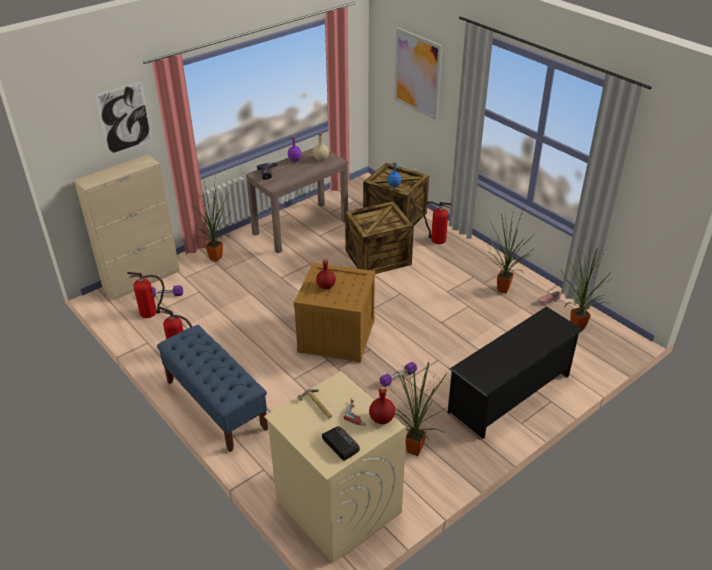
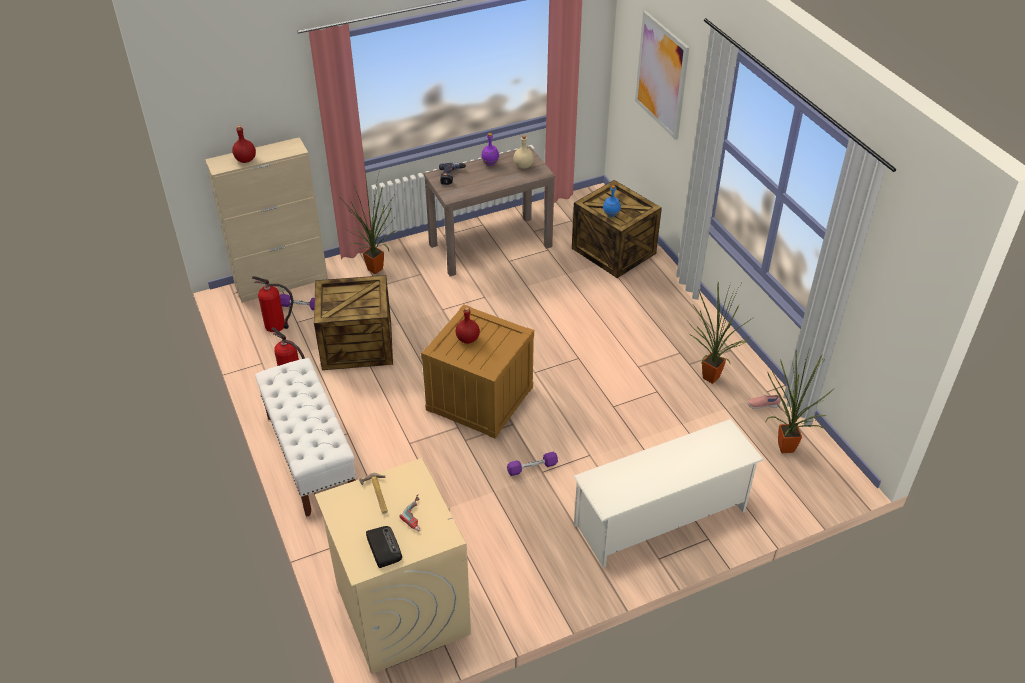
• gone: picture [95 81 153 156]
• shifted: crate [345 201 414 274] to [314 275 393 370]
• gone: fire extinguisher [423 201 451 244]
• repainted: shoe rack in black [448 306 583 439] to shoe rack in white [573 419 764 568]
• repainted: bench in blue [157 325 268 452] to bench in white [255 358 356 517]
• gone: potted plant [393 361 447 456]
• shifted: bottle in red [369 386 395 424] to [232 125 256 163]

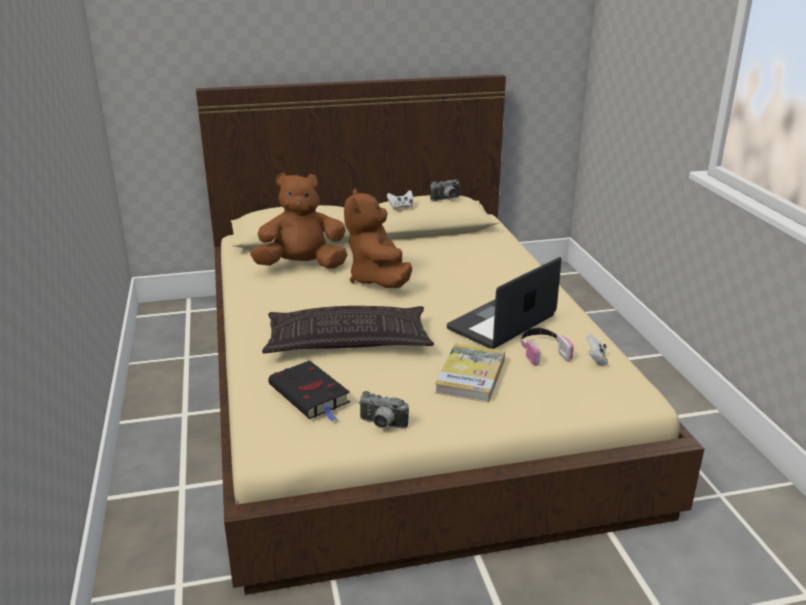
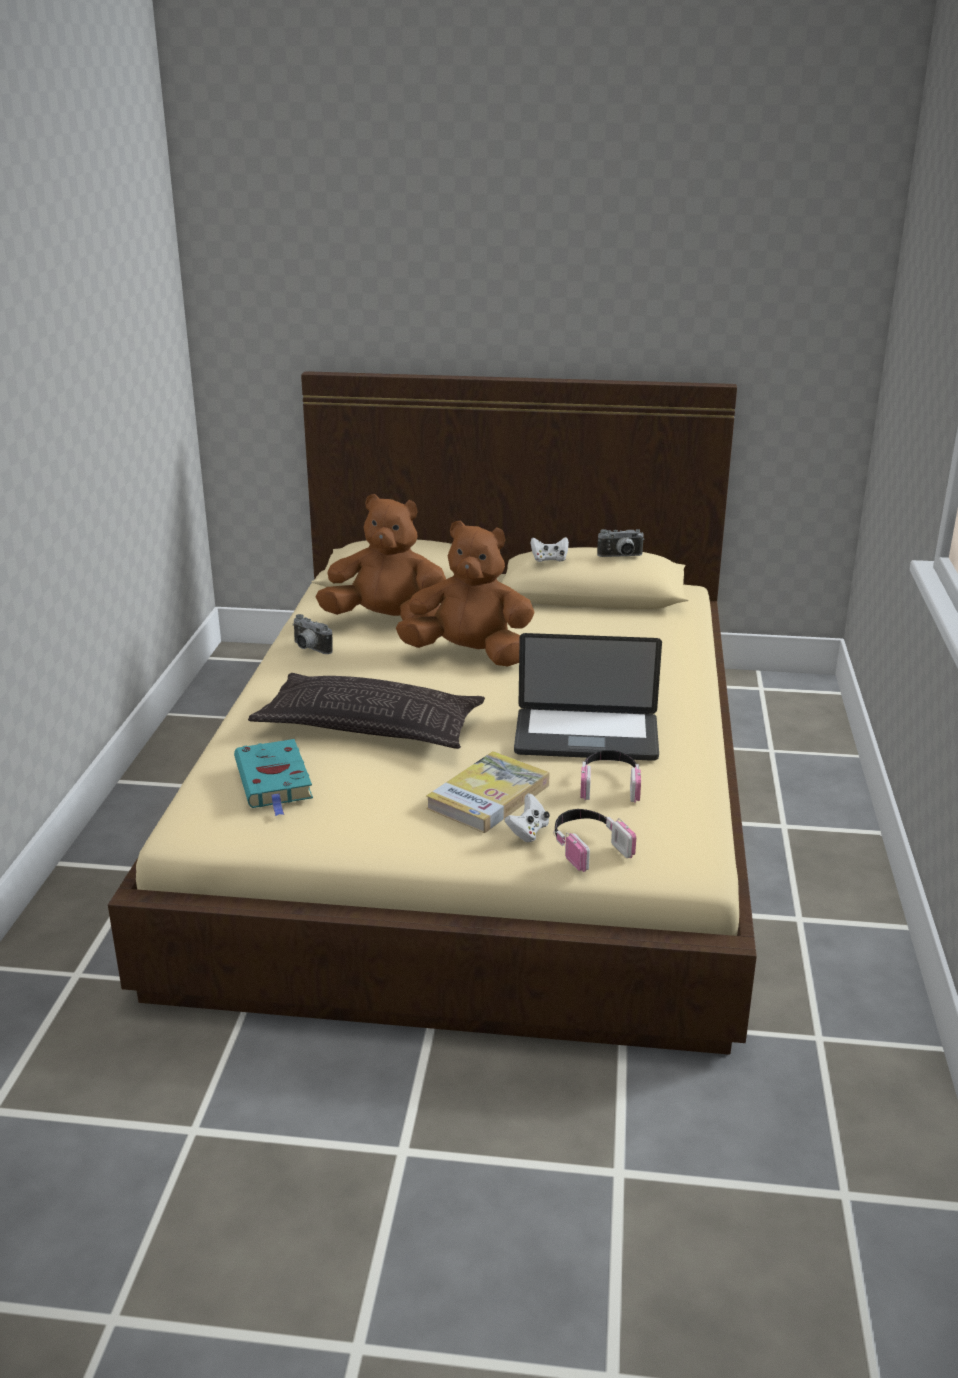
• rotated: plush toy in brown [344 188 412 288] = [396 521 535 667] 90 degrees clockwise
• rotated: laptop [447 257 562 349] = [514 633 662 761] 150 degrees counterclockwise
• shifted: game controller in white [586 334 608 366] to [505 793 550 842]
• repainted: book in black [268 360 350 421] to book in turquoise [234 739 313 816]
• shifted: photo camera [359 391 409 429] to [292 614 332 654]
• new: headphones [554 809 636 872]

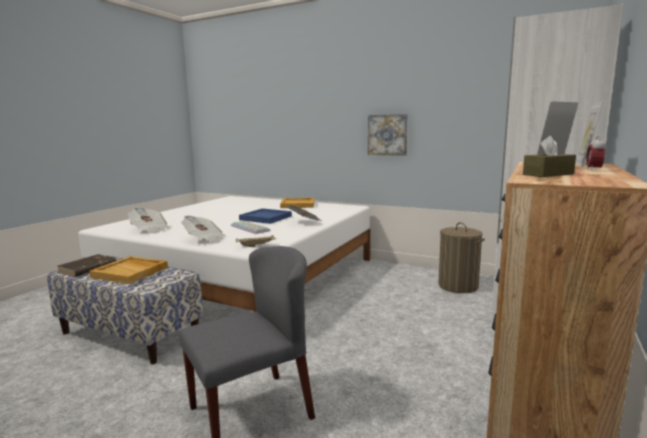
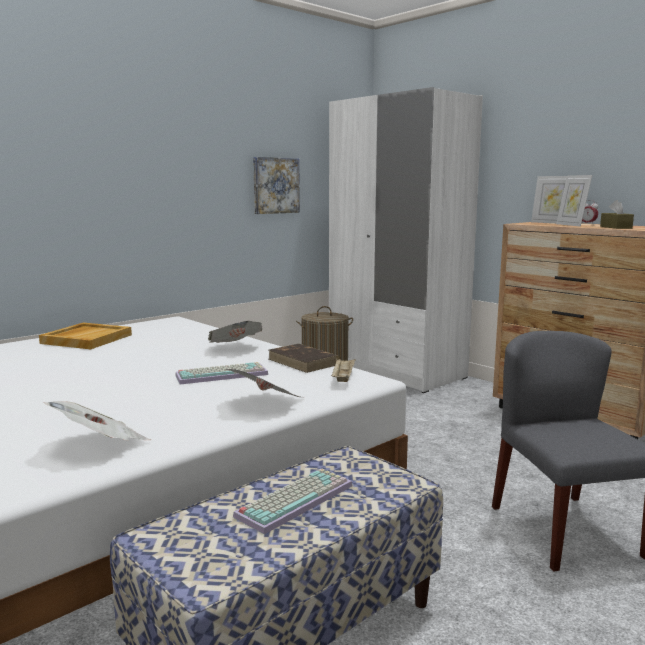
• shifted: picture [368 114 408 156] to [253 157 300 214]
• gone: tray in blue [239 208 292 224]
• shifted: book in brown [57 254 117 277] to [269 344 341 373]
• swapped: tray in beige [89 256 168 284] to keyboard [233 468 353 534]

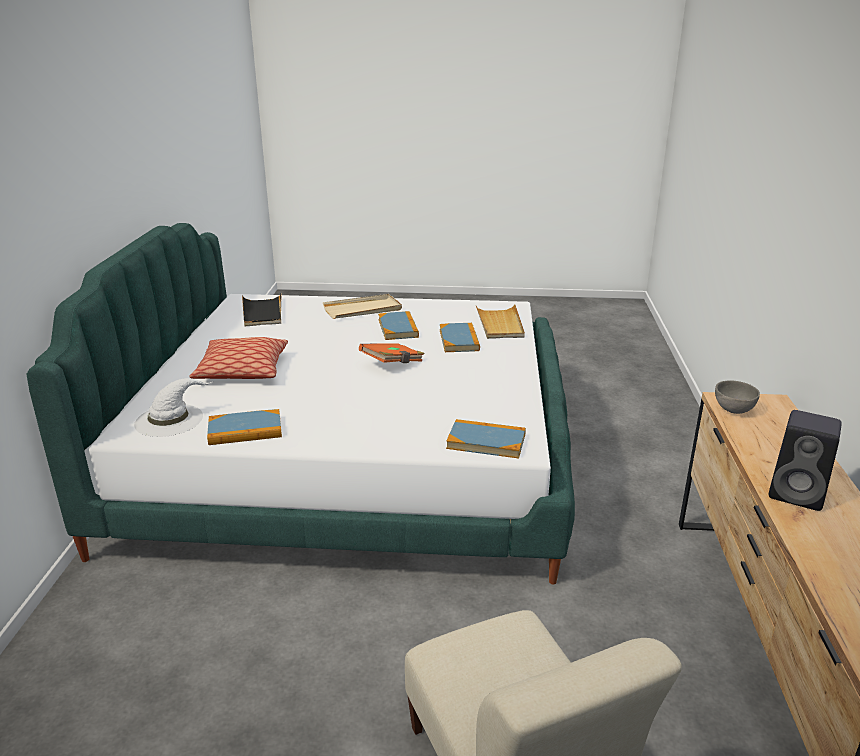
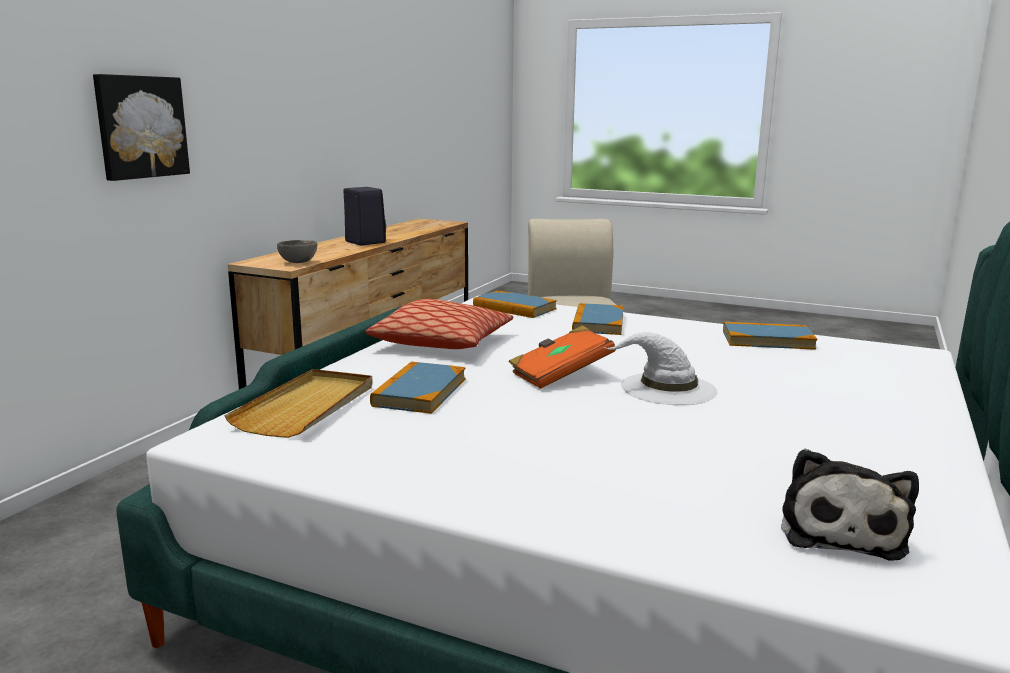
• swapped: tray in black [242 294 281 326] to plush toy [781 449 919 561]
• gone: tray in beige [323 294 402 319]
• shifted: book [378 311 419 340] to [572 303 624 335]
• shifted: pillow [190 337 288 379] to [366 299 513 349]
• shifted: hat in white [134 378 212 437] to [604 332 718 405]
• new: picture [93 74 190 181]

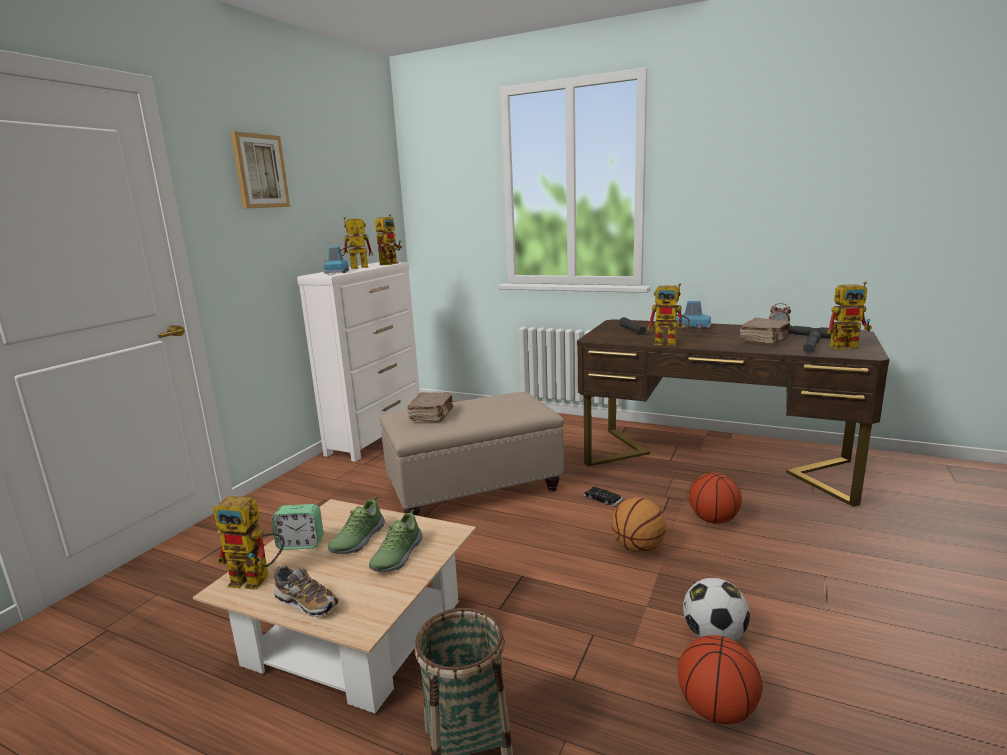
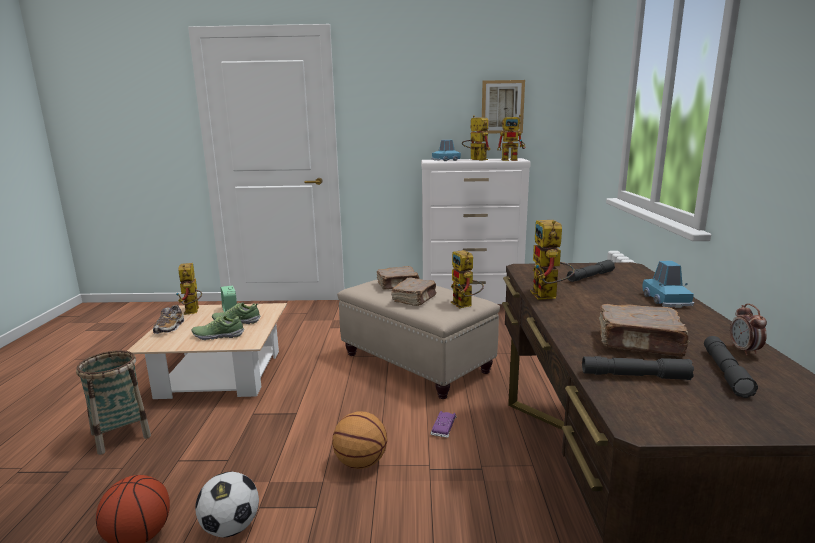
• shifted: picture [230 131 290 209] to [482 80 525 134]
• shifted: toy robot [827 281 872 350] to [451 250 484 308]
• gone: basketball [689 472 742 524]
• repainted: toy car in black [584 486 622 506] to toy car in purple [431 411 457 438]
• new: book in brown [391 277 436 306]

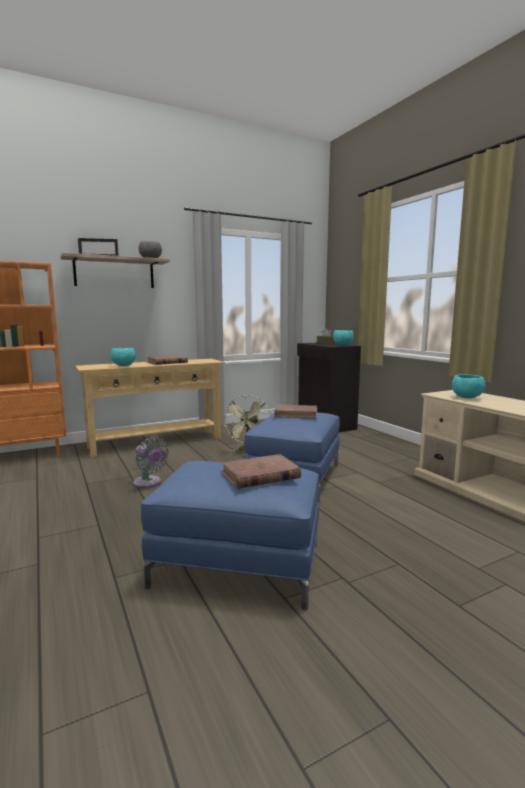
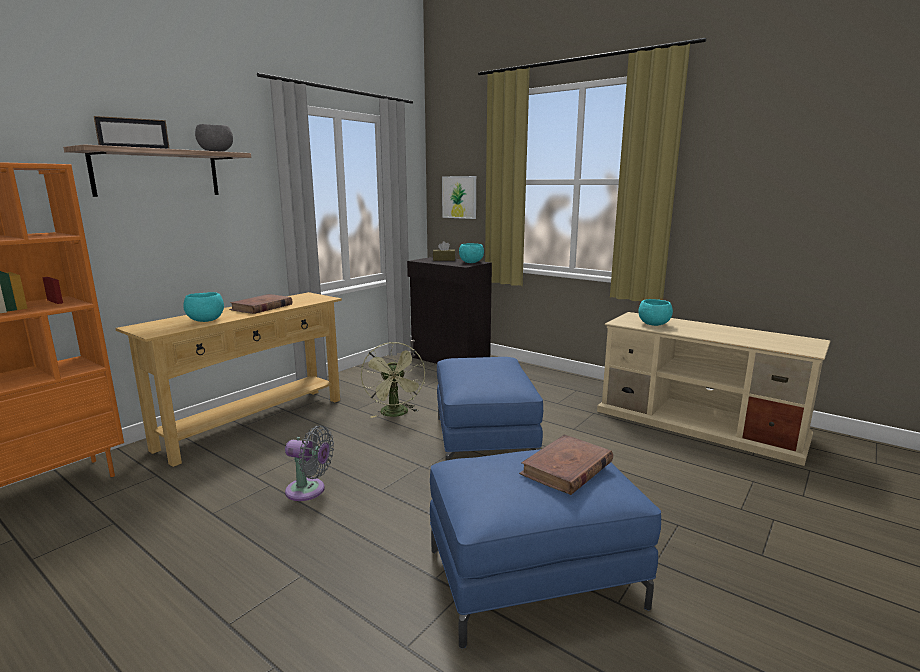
• gone: book in brown [274 404 318 419]
• new: picture [442 176 476 219]

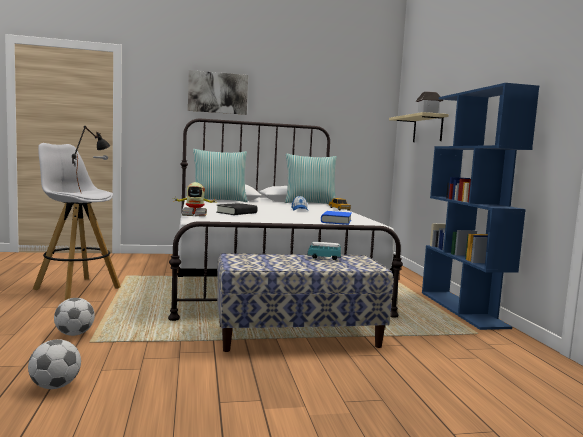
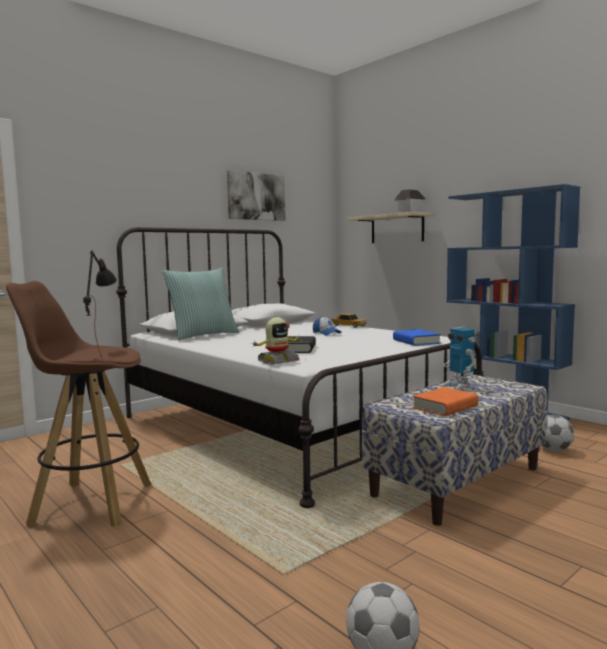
• shifted: picture [188 70 248 115] to [227 170 285 221]
• repainted: stool in white [33 143 121 300] to stool in brown [6 281 151 527]
• gone: pillow [285 154 337 204]
• swapped: toy car [307 242 341 260] to toy robot [443 328 476 390]
• shifted: football [54 298 95 336] to [541 415 574 451]
• new: book in orange [412 387 478 416]

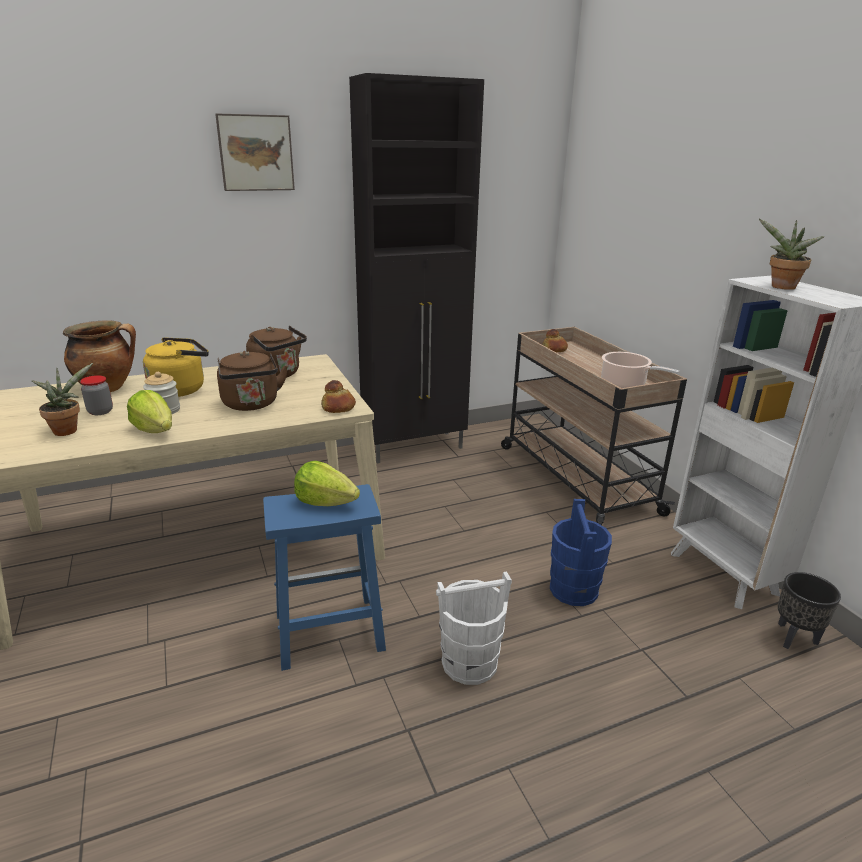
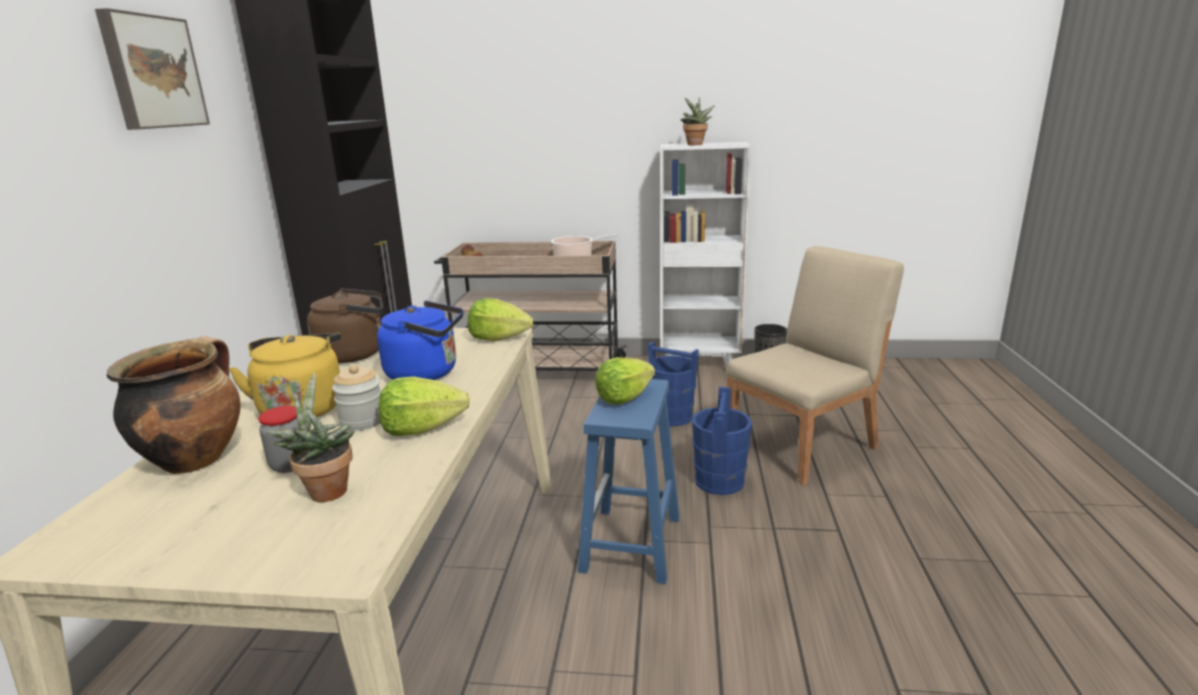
• repainted: kettle in brown [217 351 288 411] to kettle in blue [377 301 464 380]
• swapped: bread [321 380 356 413] to lettuce [468 298 533 341]
• repainted: bucket in white [436 571 512 685] to bucket in blue [692 387 752 495]
• new: chair in beige [726 246 904 486]

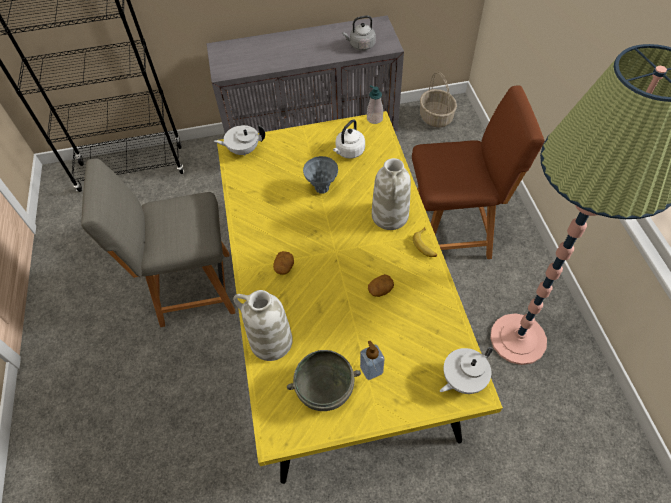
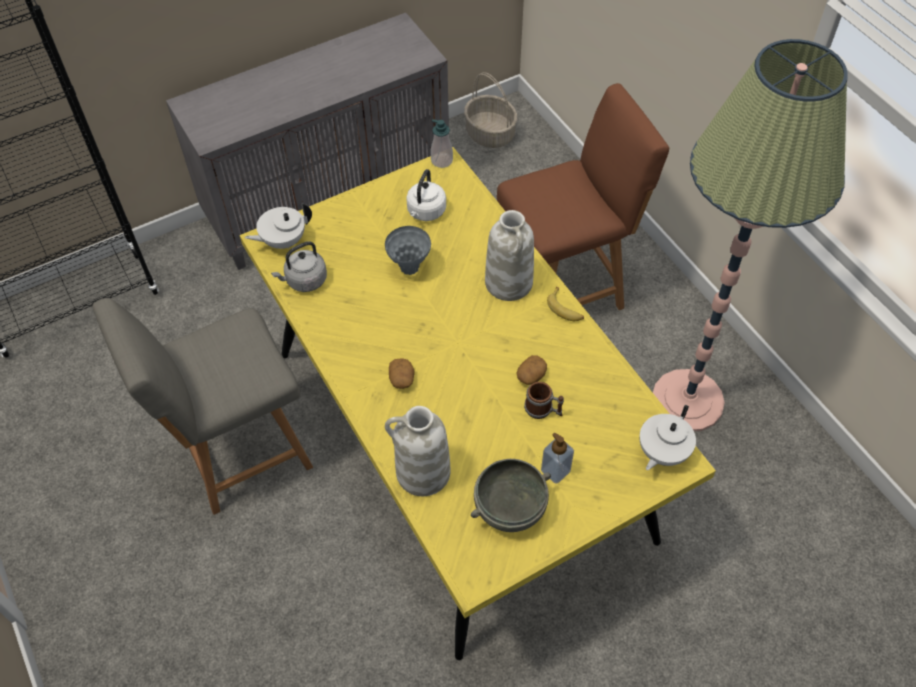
• shifted: kettle in grey [342 15 376 51] to [271 241 327 292]
• new: mug [524 382 564 419]

